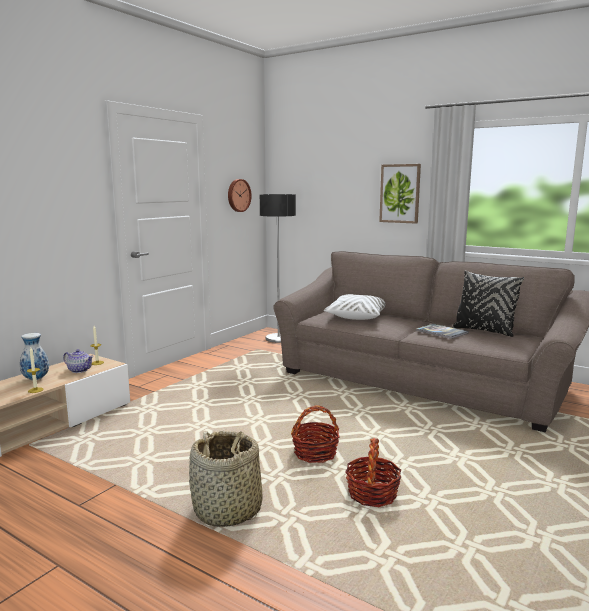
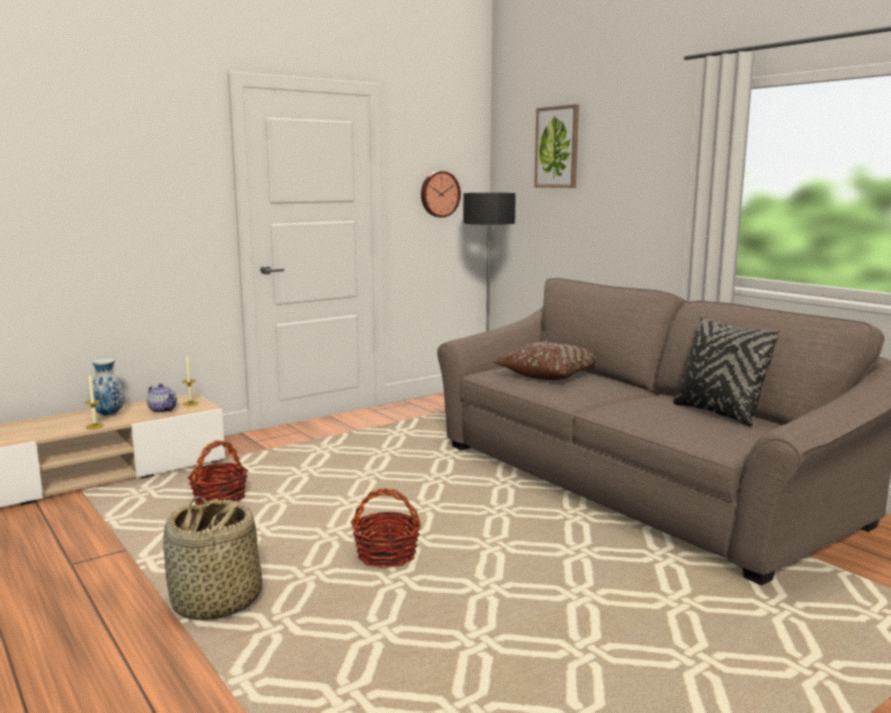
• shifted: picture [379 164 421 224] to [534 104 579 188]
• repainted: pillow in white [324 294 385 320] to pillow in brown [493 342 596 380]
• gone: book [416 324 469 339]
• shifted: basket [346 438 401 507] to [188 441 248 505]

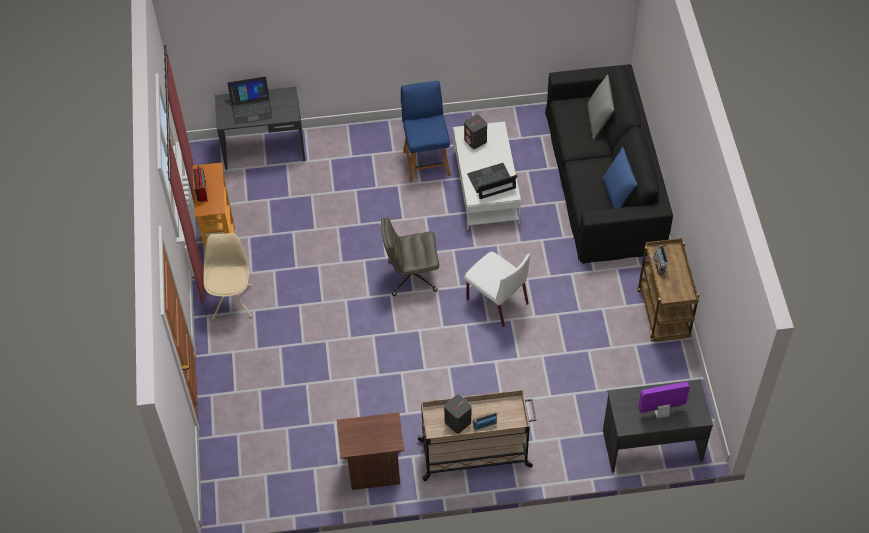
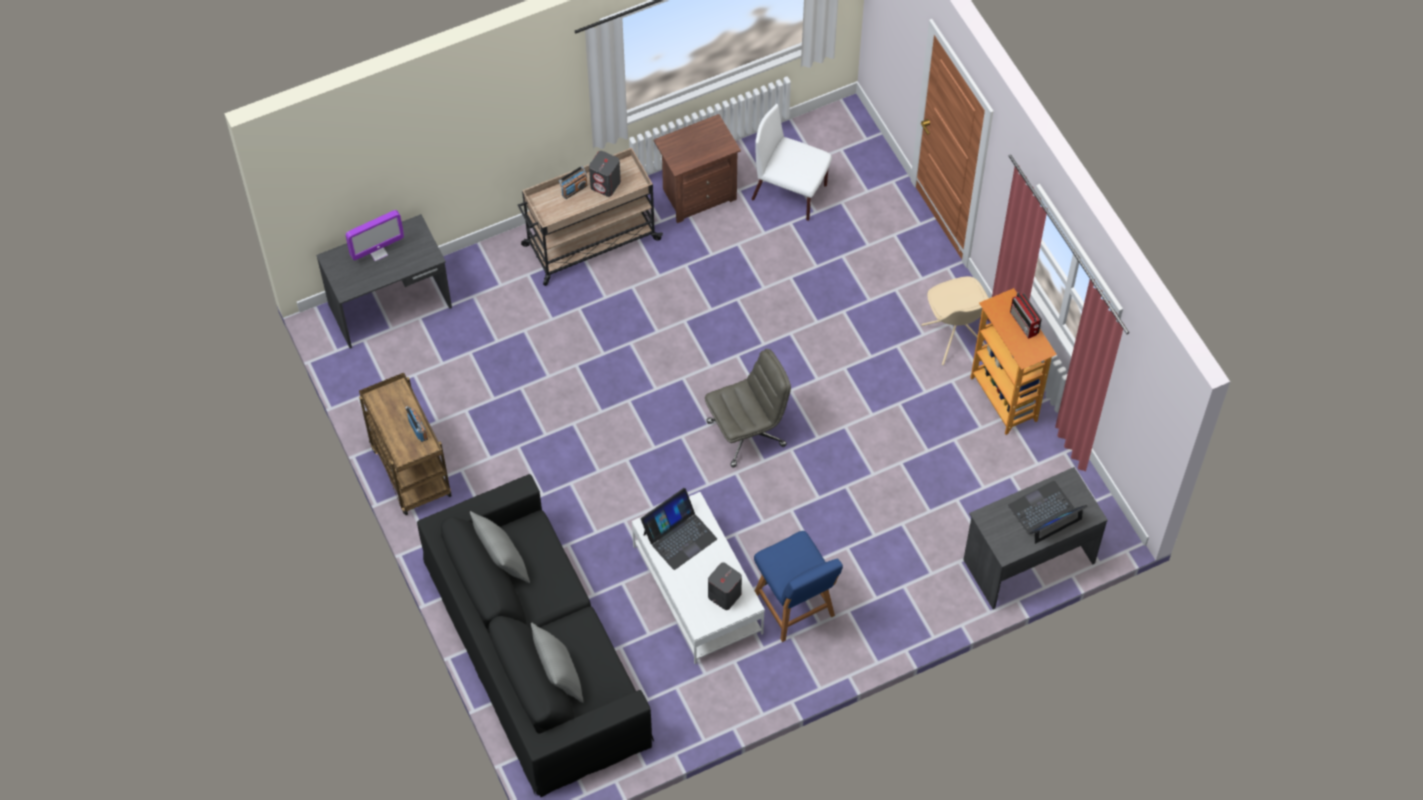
• repainted: pillow in blue [602 147 637 209] to pillow in grey [470 511 530 583]
• shifted: chair in white [464 252 530 327] to [752 104 832 221]

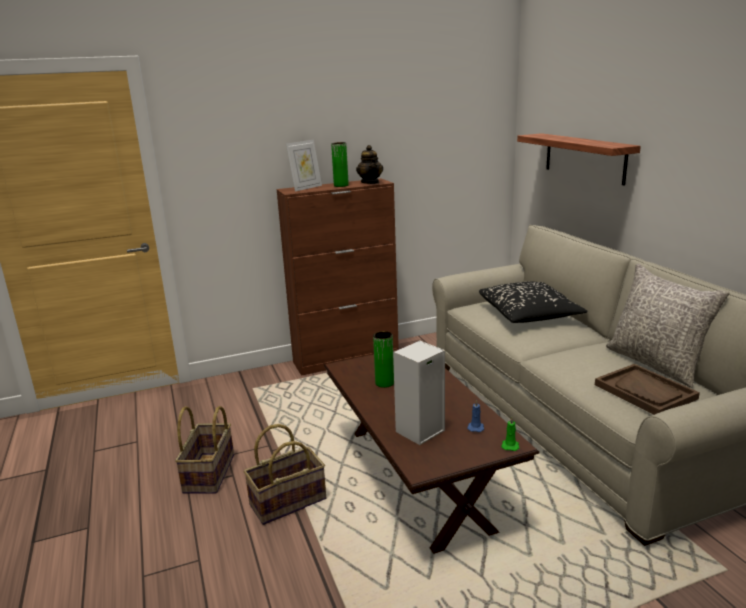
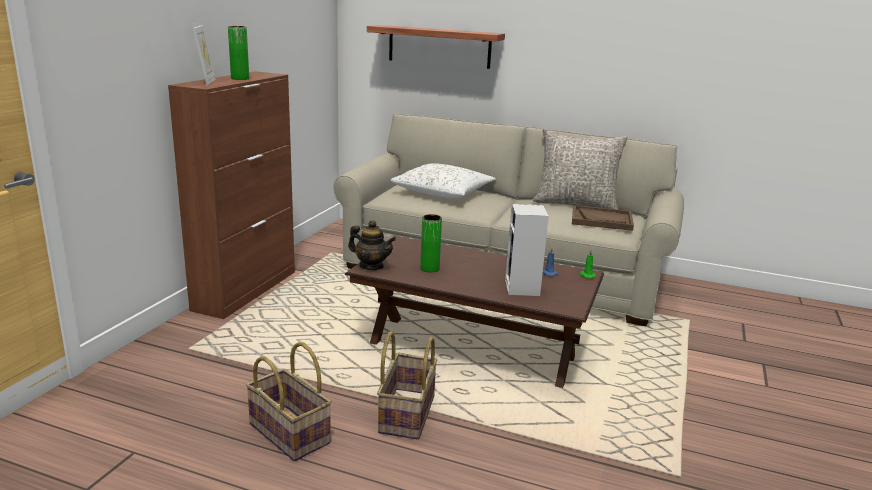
• shifted: teapot [356 145 383 184] to [348 220 396 270]
• repainted: pillow in black [479 281 588 323] to pillow in white [391 163 496 198]

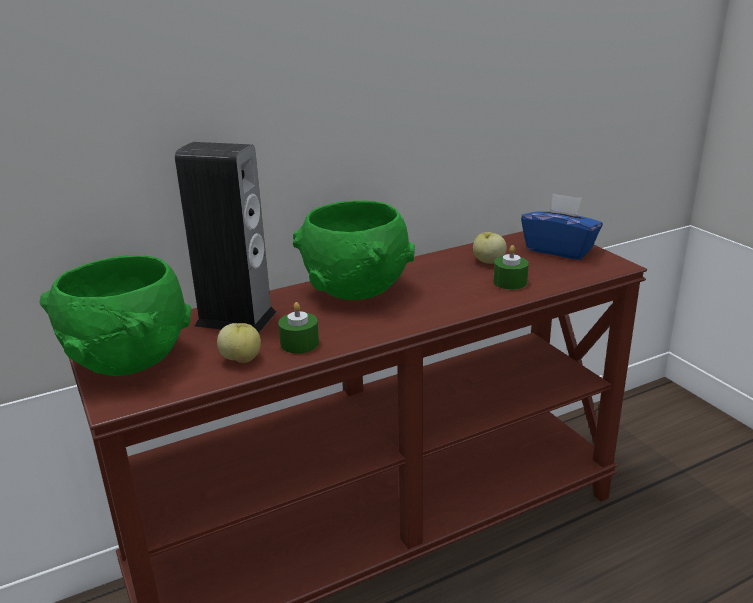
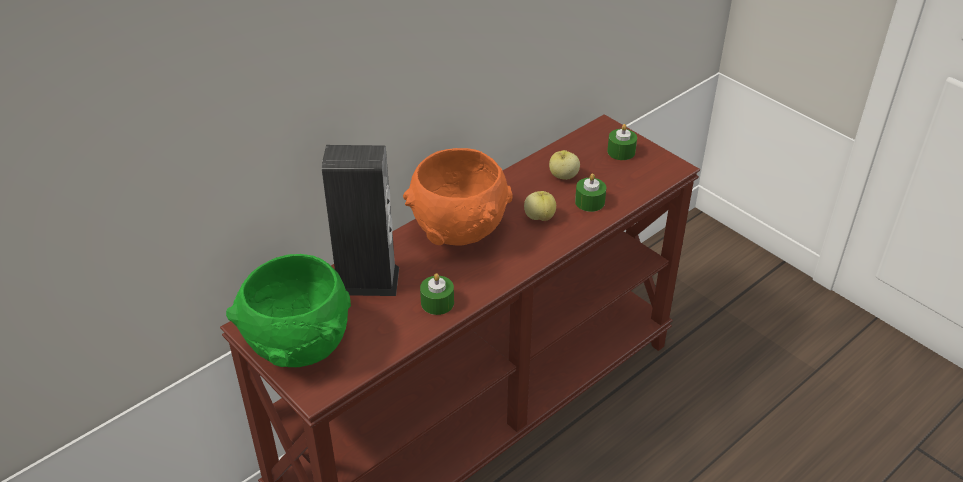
• swapped: tissue box in blue [521 193 603 260] to candle in green [607 124 637 160]
• repainted: bowl in green [293 200 415 300] to bowl in orange [403 148 513 246]
• shifted: apple [217 323 261 363] to [524 191 556 221]

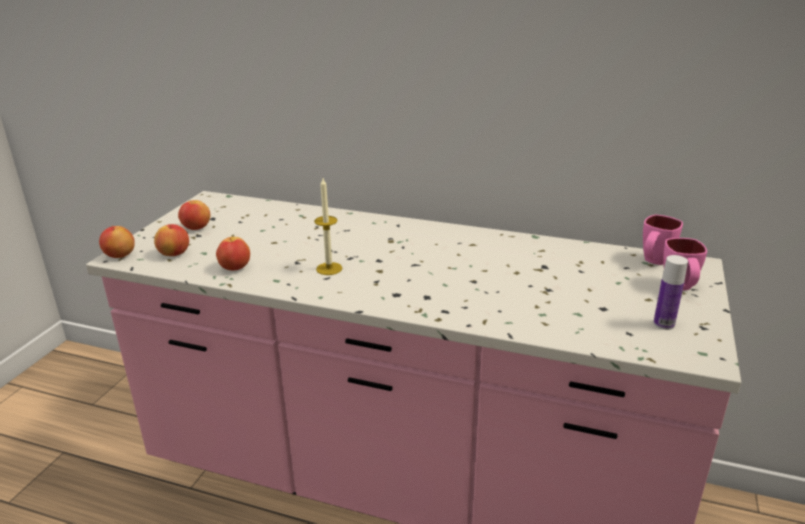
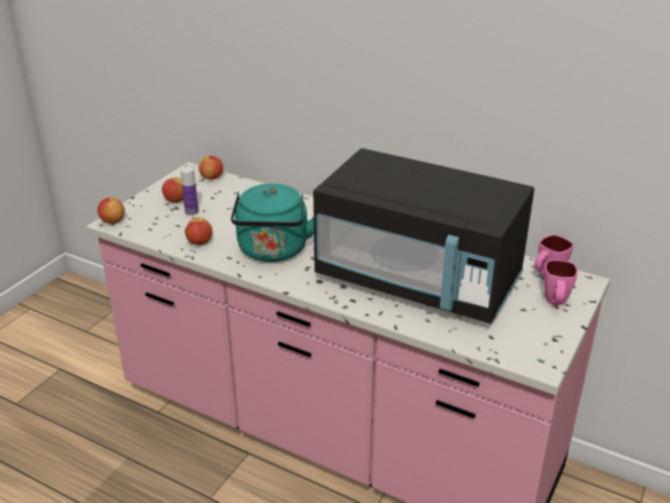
• swapped: candle [314 178 342 275] to kettle in turquoise [231 184 314 262]
• shifted: apple [154 224 189 256] to [199 156 223 179]
• shifted: bottle [653 255 688 330] to [181 167 199 216]
• new: microwave in black [313 148 534 324]

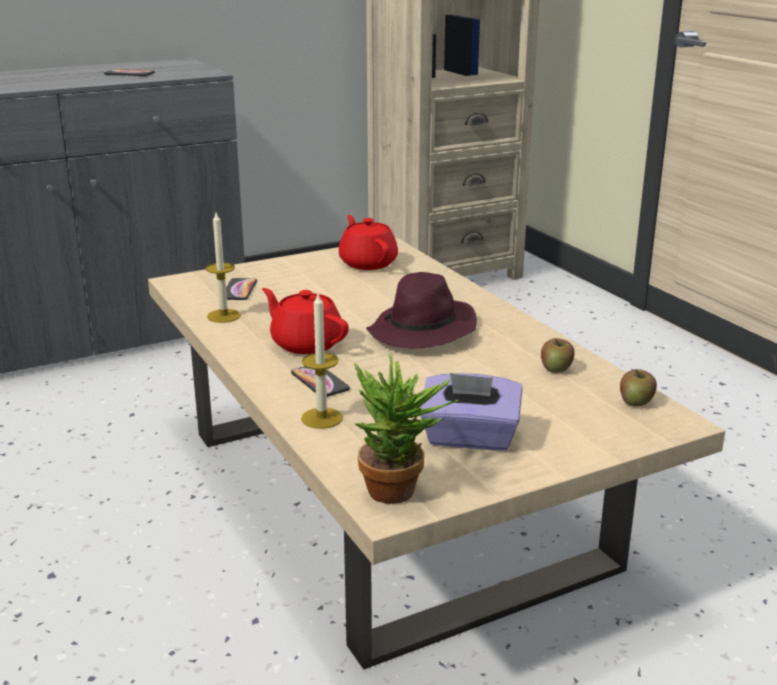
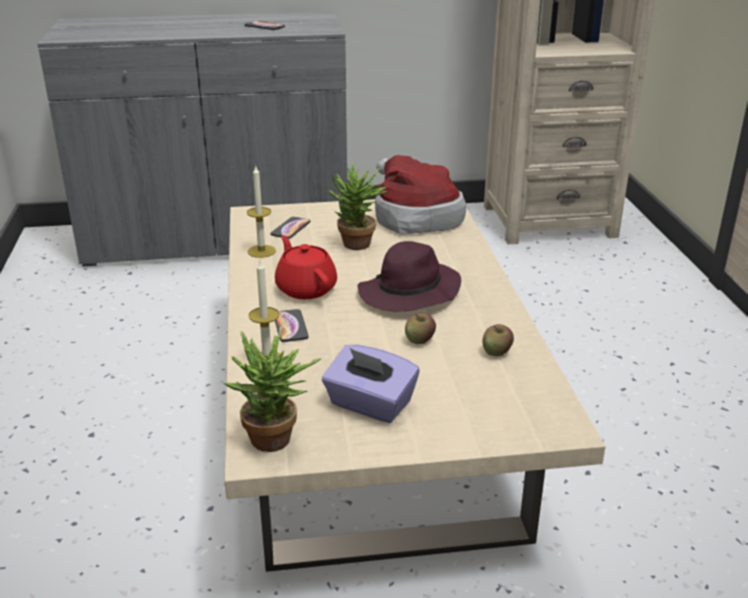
• swapped: teapot in red [339 215 398 270] to hat [375 155 466 235]
• shifted: apple [620 369 657 407] to [405 313 436 344]
• new: potted plant [328 163 388 250]

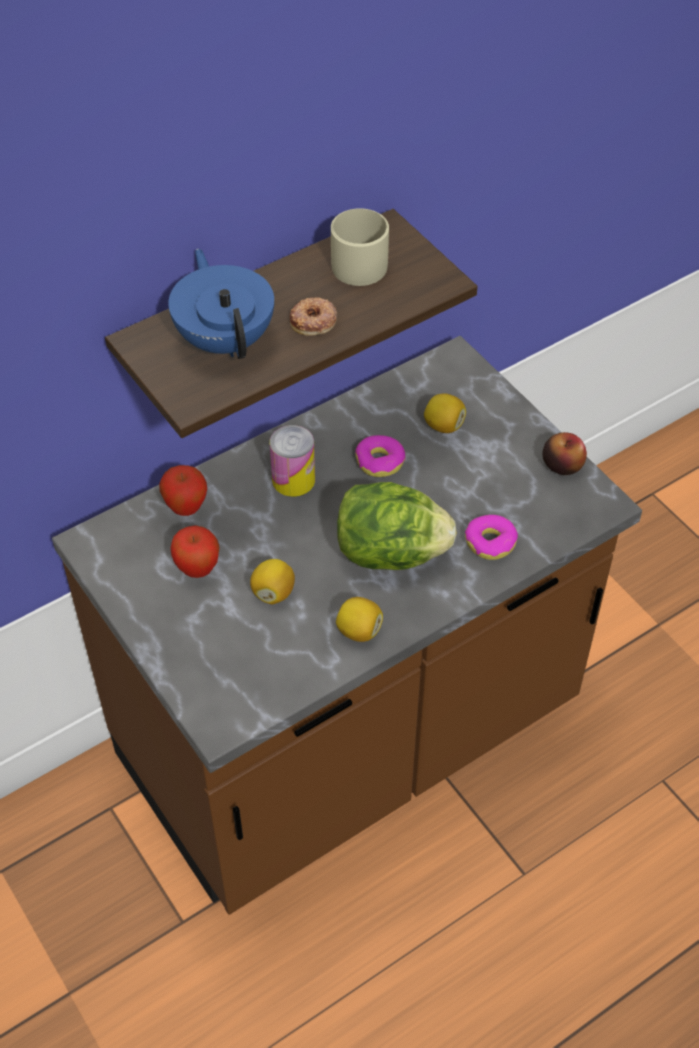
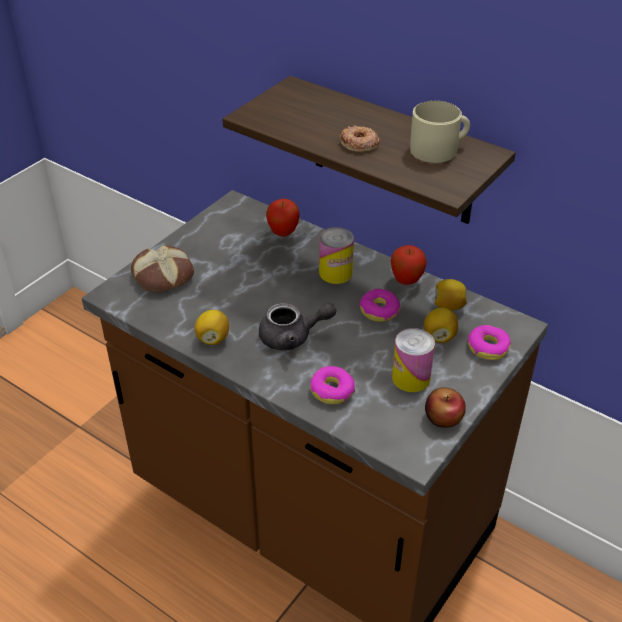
• gone: teapot in blue [168 249 274 359]
• swapped: lettuce [337 482 457 570] to teapot in grey [259 303 336 350]
• shifted: apple [170 525 220 578] to [391 245 427 285]
• shifted: lemon [250 559 295 604] to [435 279 467 310]
• new: bread [131 245 194 292]
• new: donut [467 325 511 360]
• new: can [392 328 435 392]

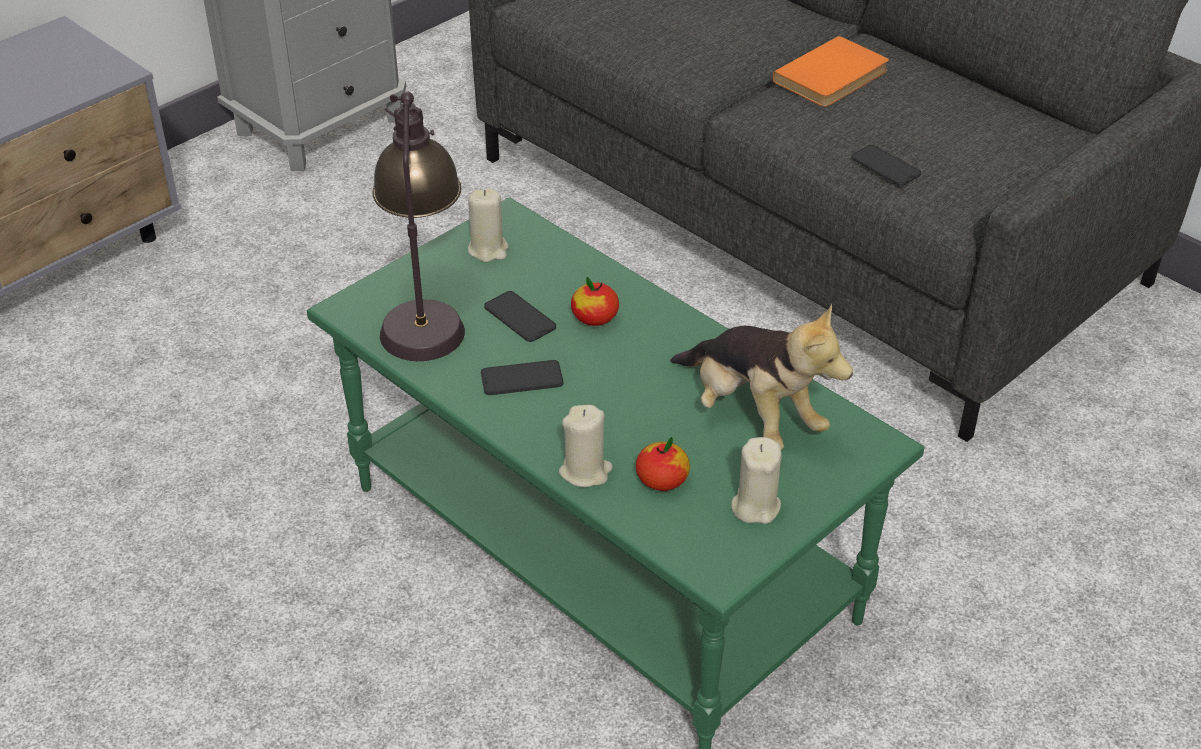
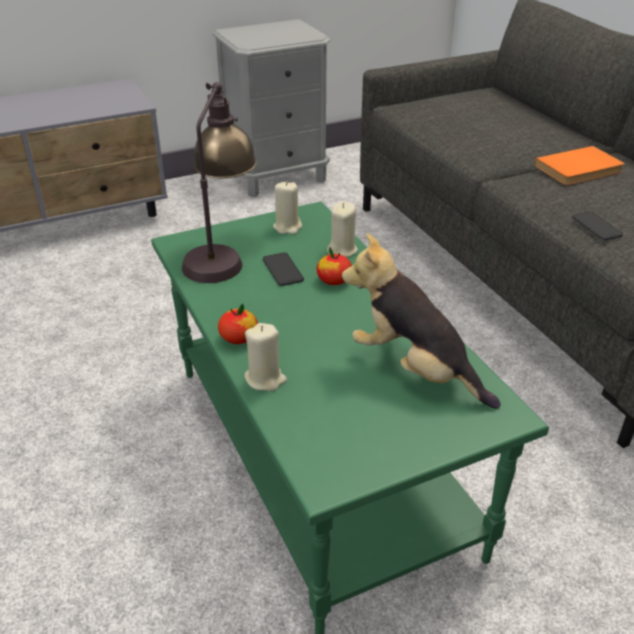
• rotated: plush toy [670 304 853 450] = [342 233 501 409] 150 degrees clockwise
• gone: phone [481 360 563 395]
• shifted: apple [636 437 690 491] to [218 304 258 344]
• shifted: candle in beige [731 437 782 524] to [327 202 358 258]

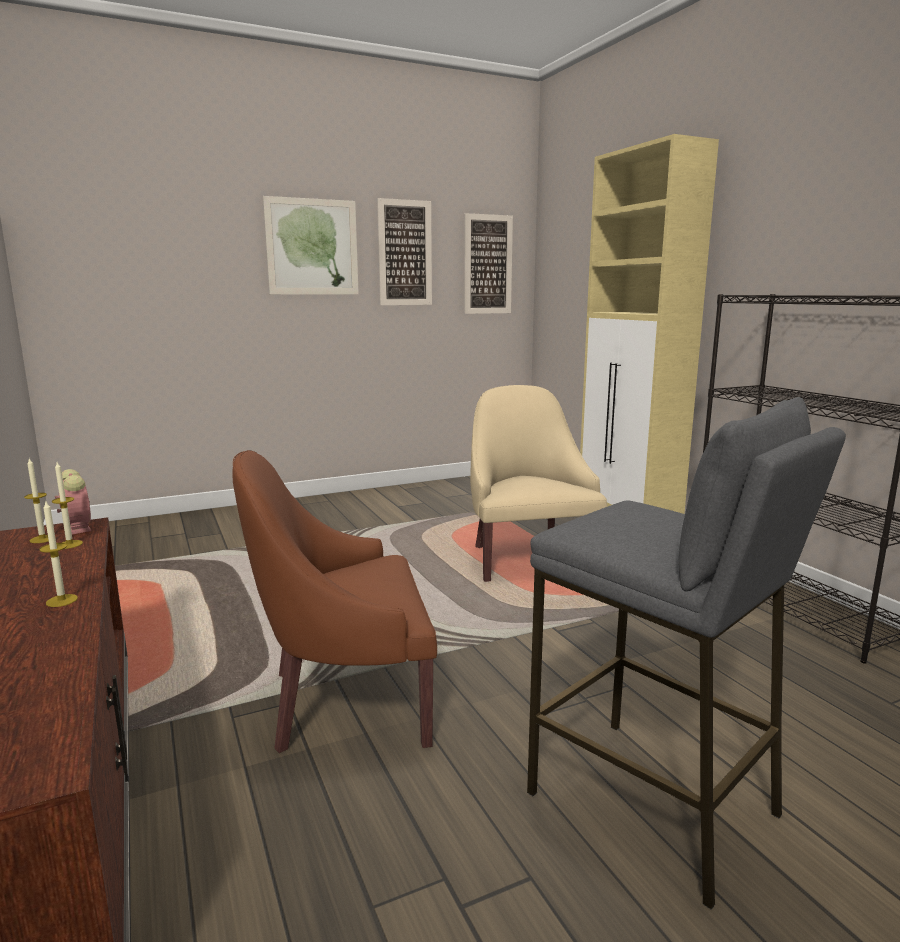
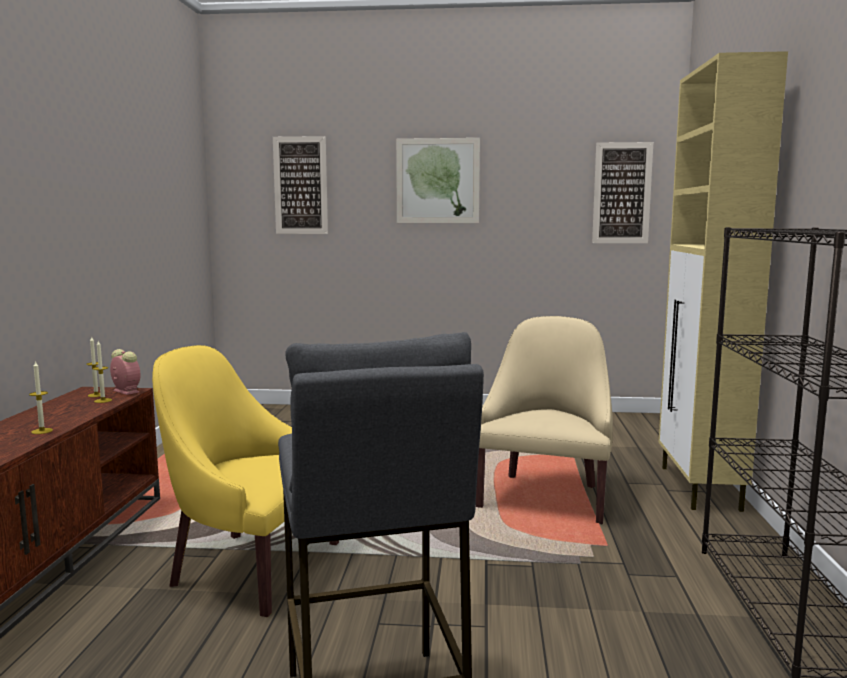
• shifted: picture [377 198 432 305] to [273 136 328 234]
• repainted: armchair in brown [232 450 437 753] to armchair in yellow [152 345 339 617]
• rotated: alarm clock [55 469 91 534] = [110 349 140 395] 45 degrees counterclockwise

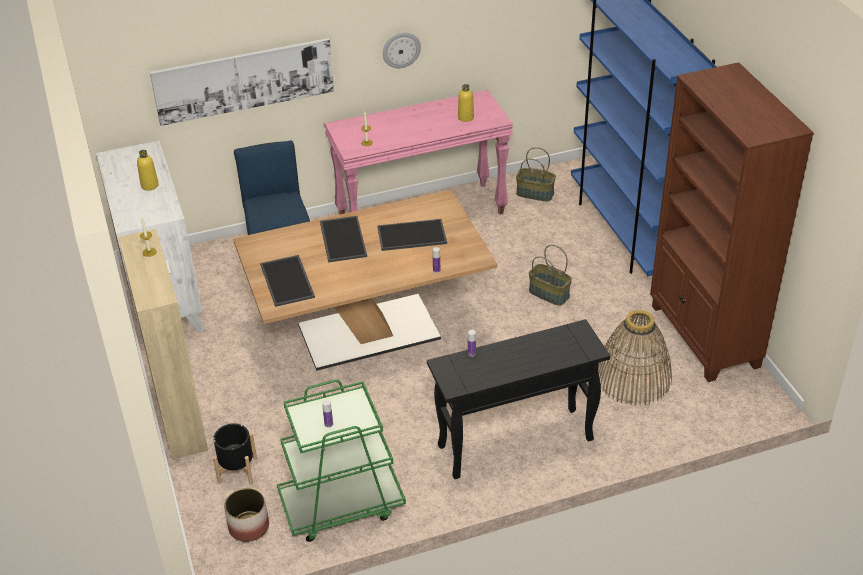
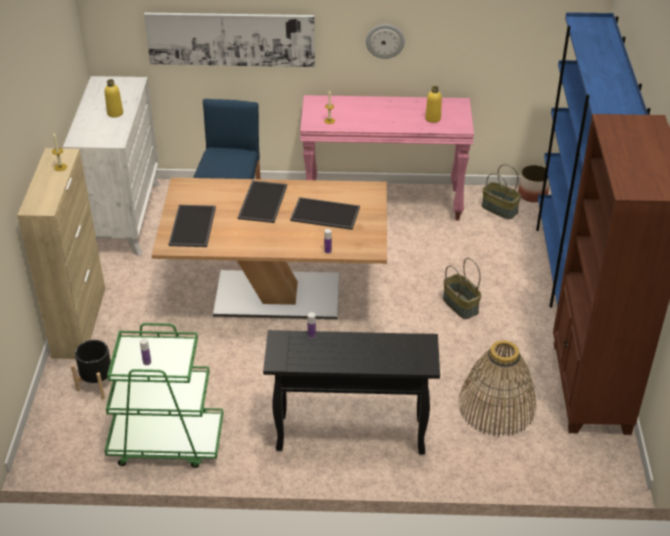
• shifted: planter [224 488 269 542] to [518 165 550 202]

